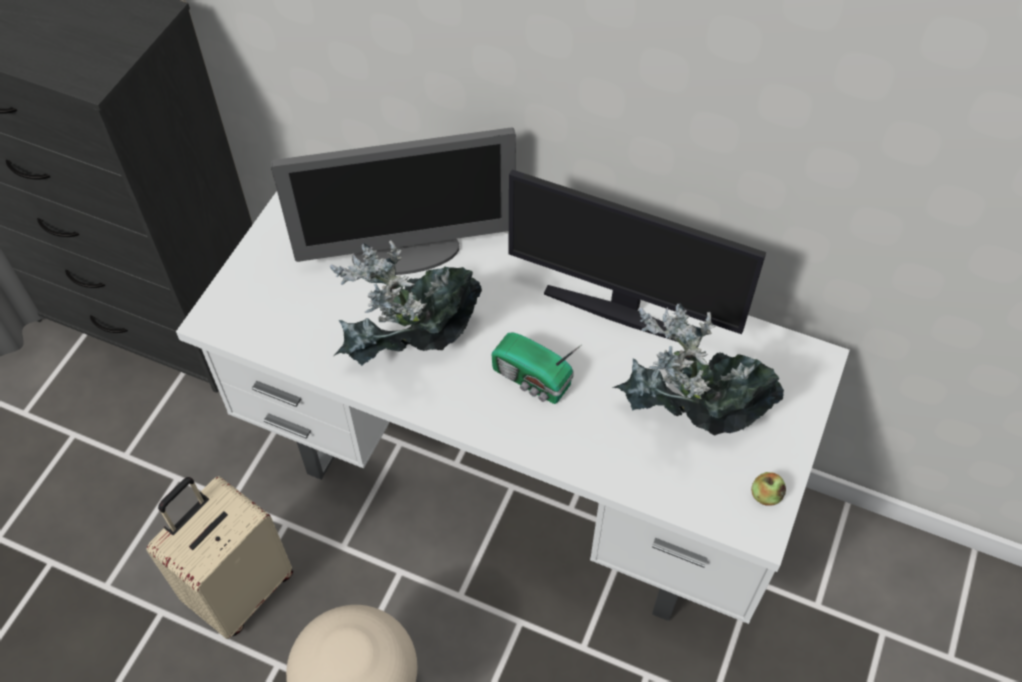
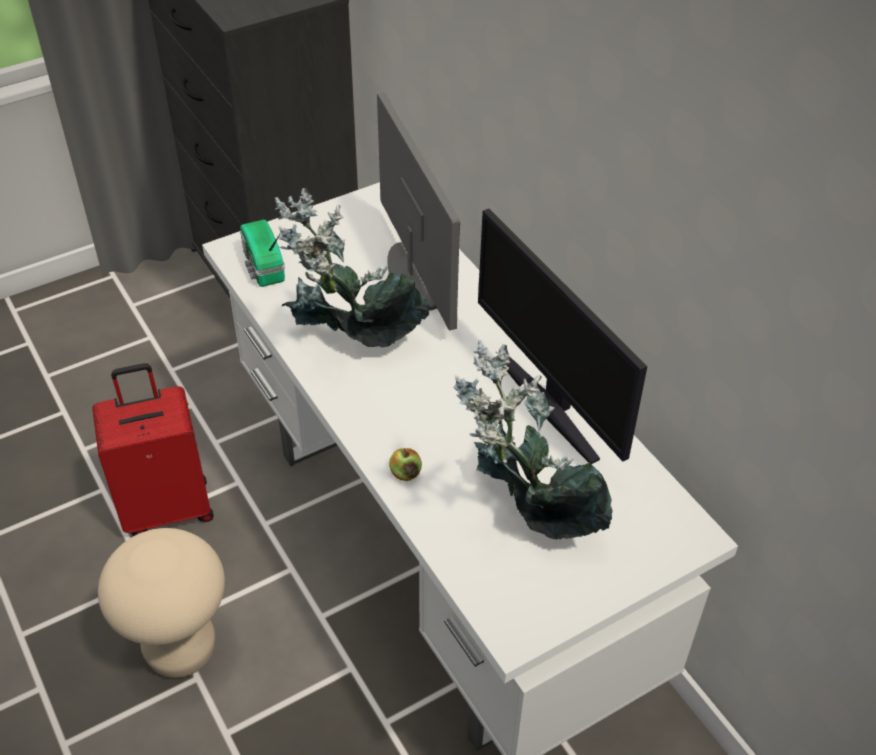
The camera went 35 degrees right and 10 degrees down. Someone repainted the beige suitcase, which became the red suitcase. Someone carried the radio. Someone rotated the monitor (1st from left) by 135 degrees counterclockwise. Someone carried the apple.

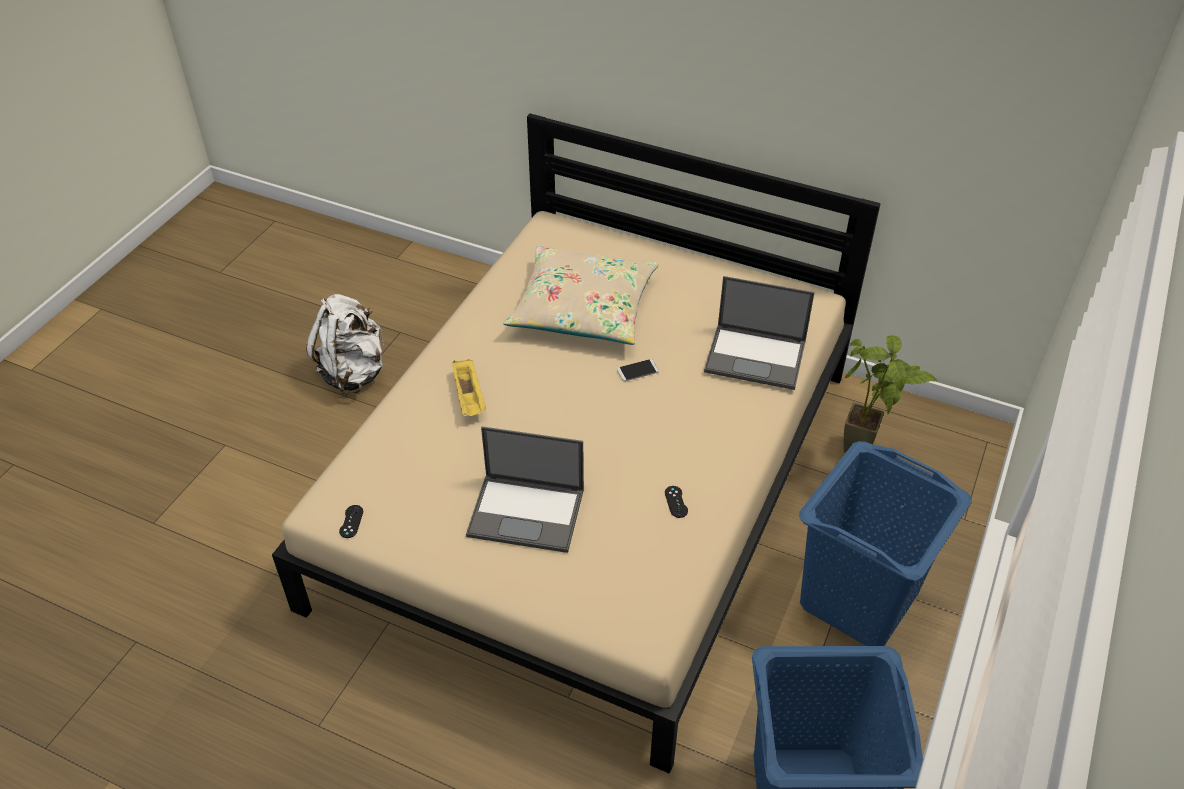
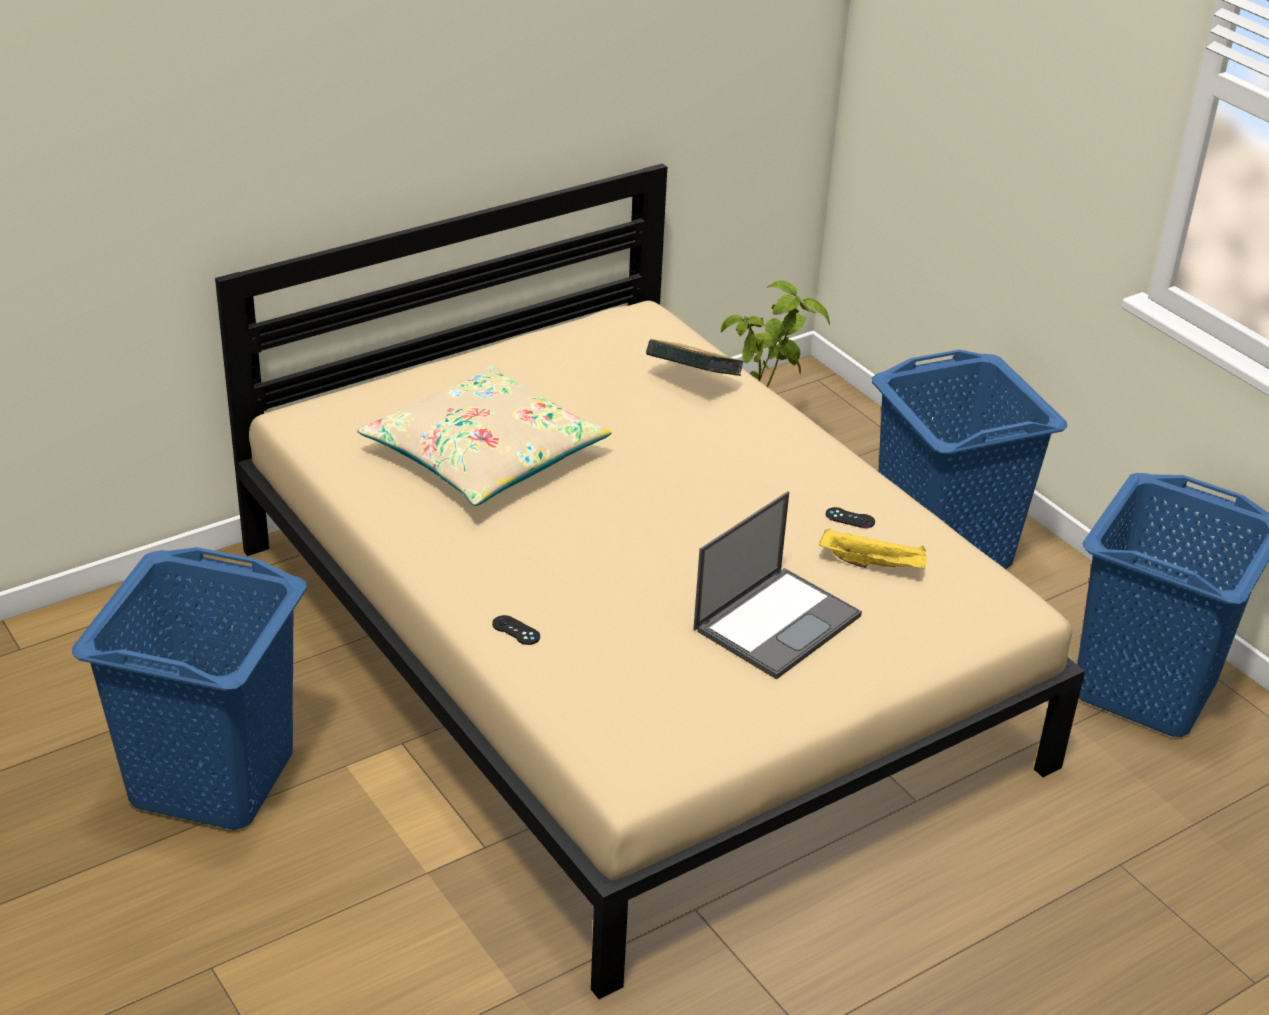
The camera went 60 degrees left and 10 degrees down. Someone swapped the white backpack for the blue laundry basket (1st from left). Someone carried the black game controller (1st from left). Someone swapped the laptop (2nd from left) for the book. Someone carried the yellow tray. Someone took away the phone.

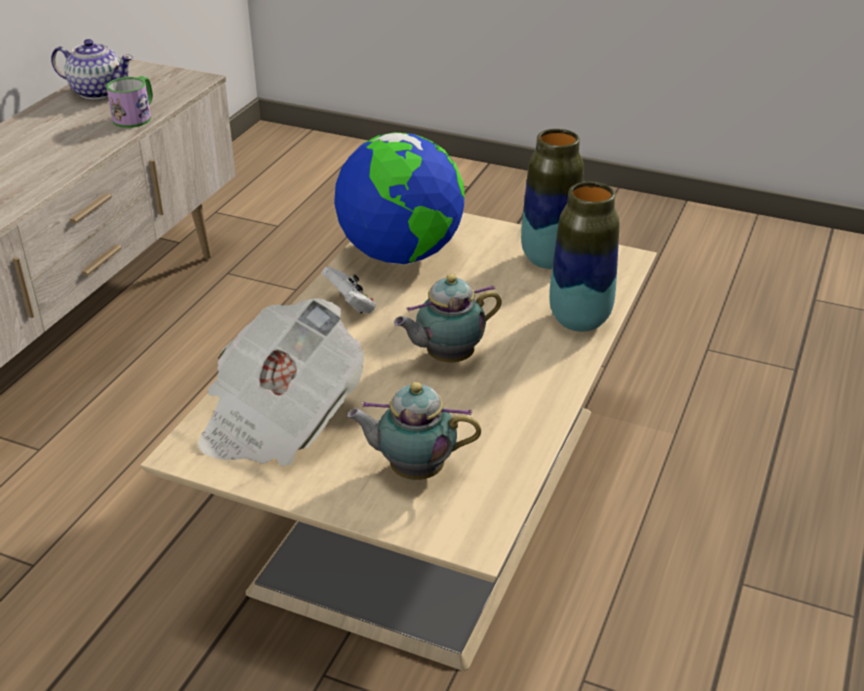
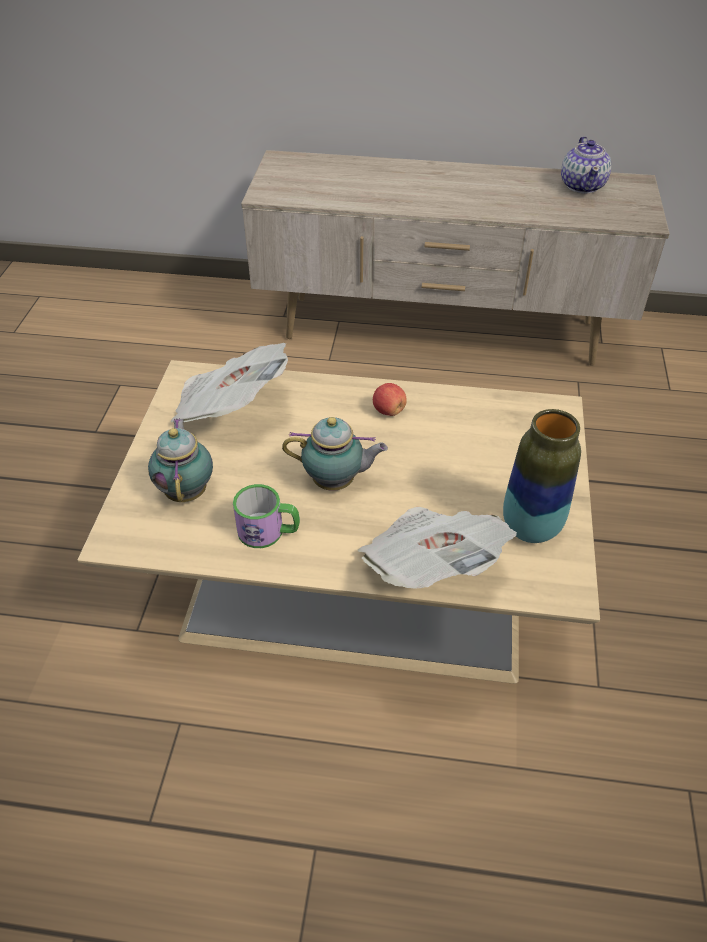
The camera went 75 degrees right and 10 degrees up. Someone carried the mug. Someone rotated the teapot (3rd from left in the first image) by 135 degrees clockwise. Someone swapped the vase (2nd from left) for the newspaper (2nd from left). Someone swapped the white game controller for the apple. Someone took away the globe.

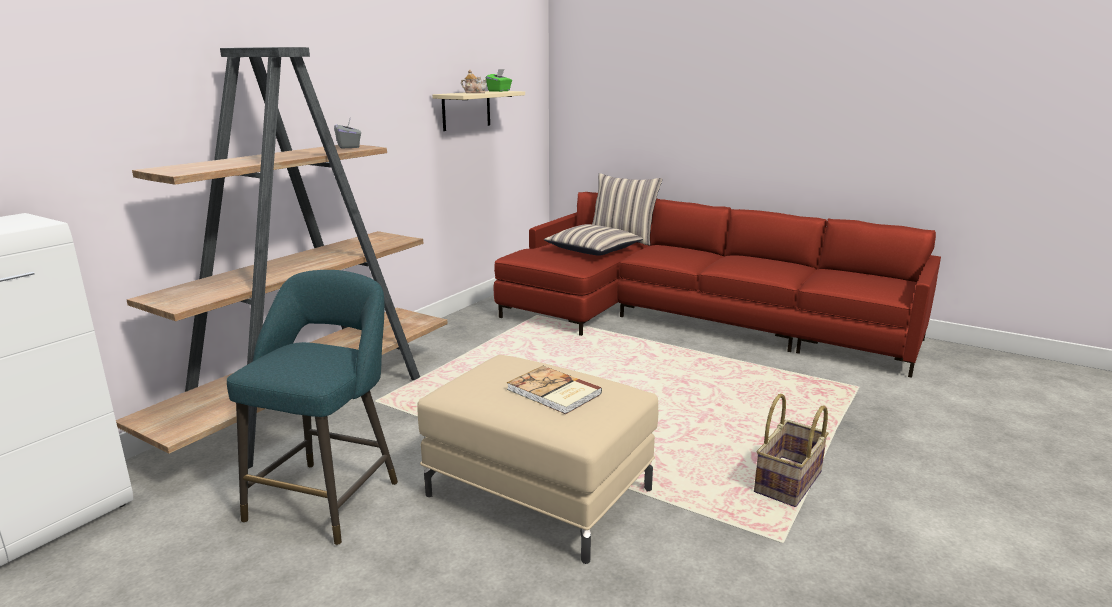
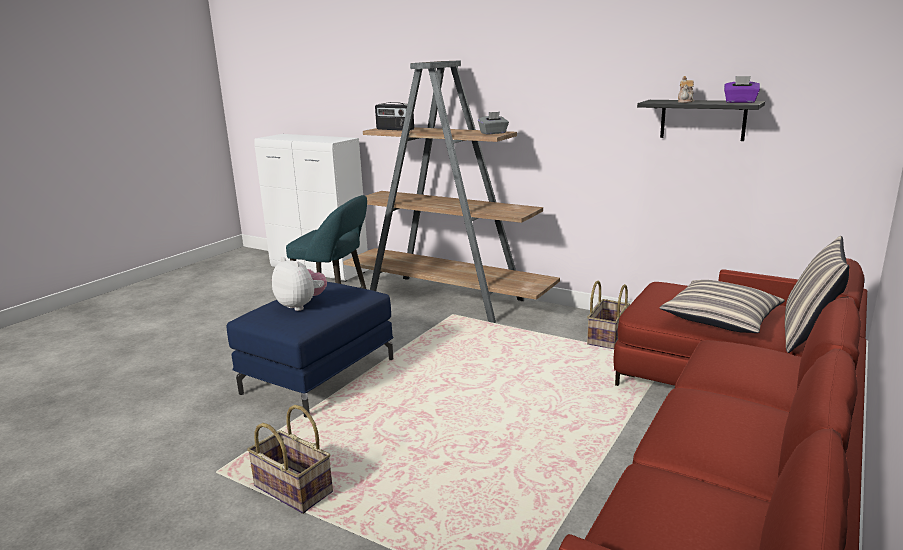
The camera went 90 degrees right and 0 degrees up. Someone repainted the beige ottoman, which became the blue ottoman. Someone swapped the book for the plush toy. Someone put down the radio. Someone put down the basket (2nd from left). Someone repainted the beige shelf, which became the black shelf. Someone repainted the green tissue box, which became the purple tissue box.

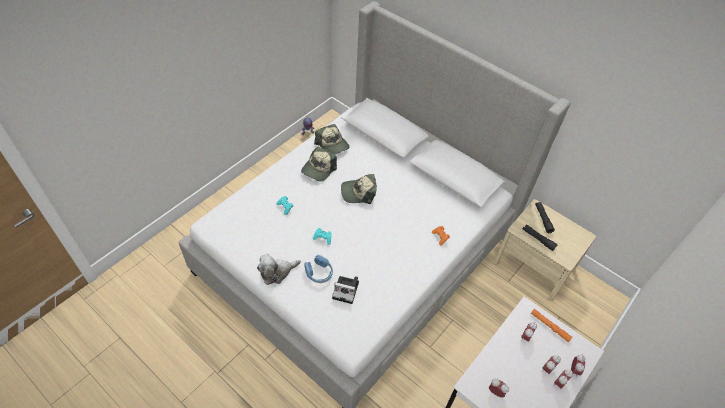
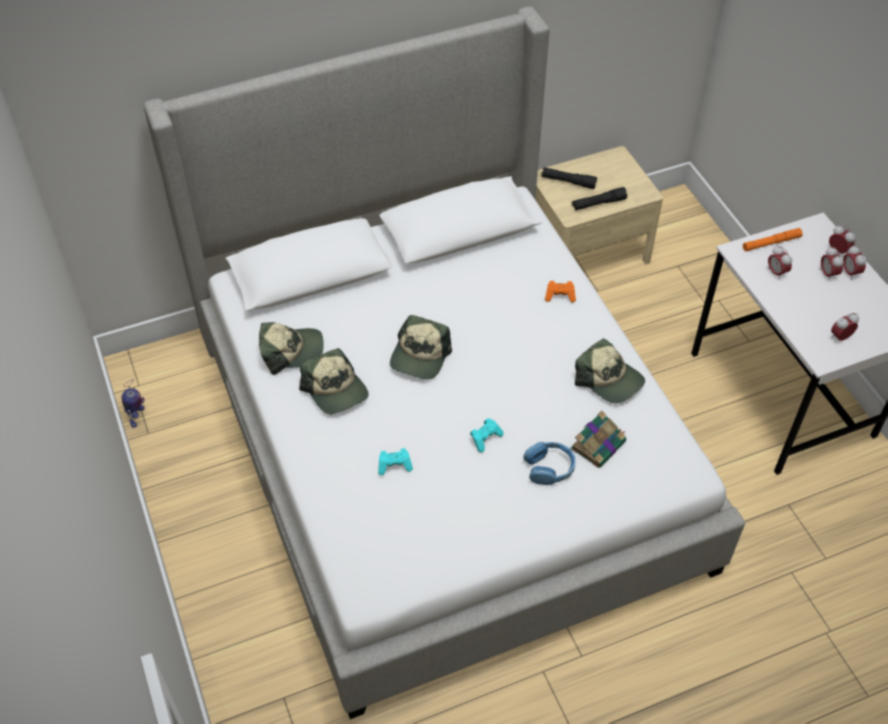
The camera went 60 degrees left and 0 degrees up. Someone swapped the photo camera for the book. Someone put down the cap (4th from left). Someone took away the plush toy.

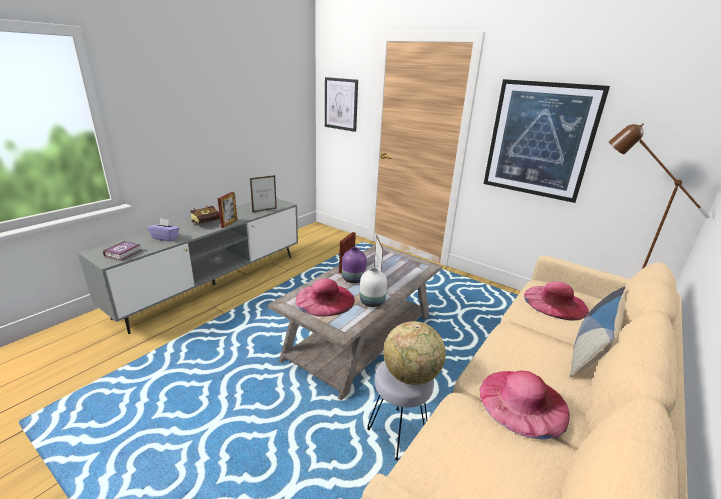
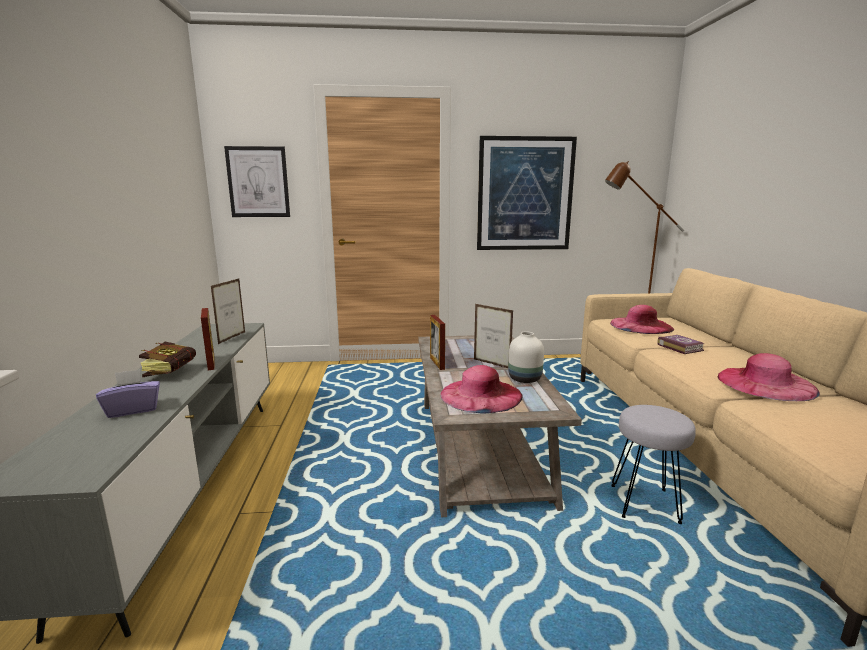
The camera went 40 degrees left and 10 degrees down. Someone carried the book (1st from left in the first image). Someone took away the purple vase. Someone took away the globe. Someone took away the pillow.

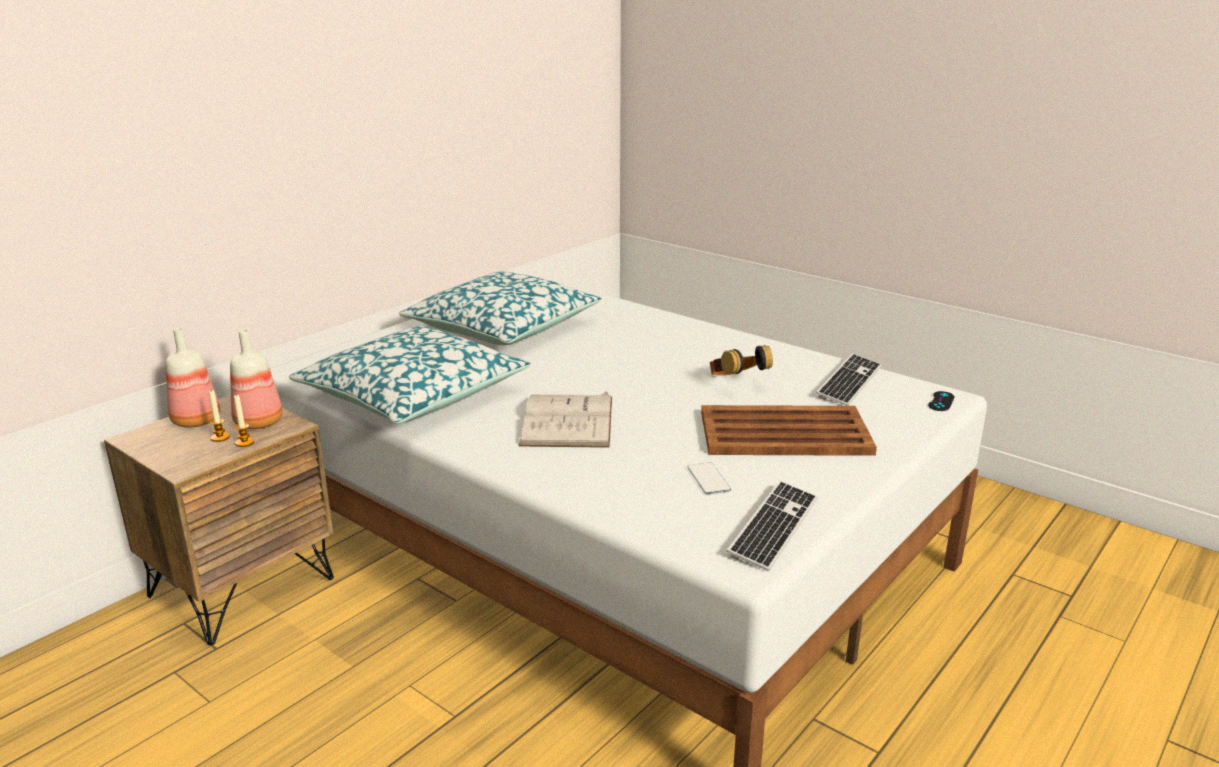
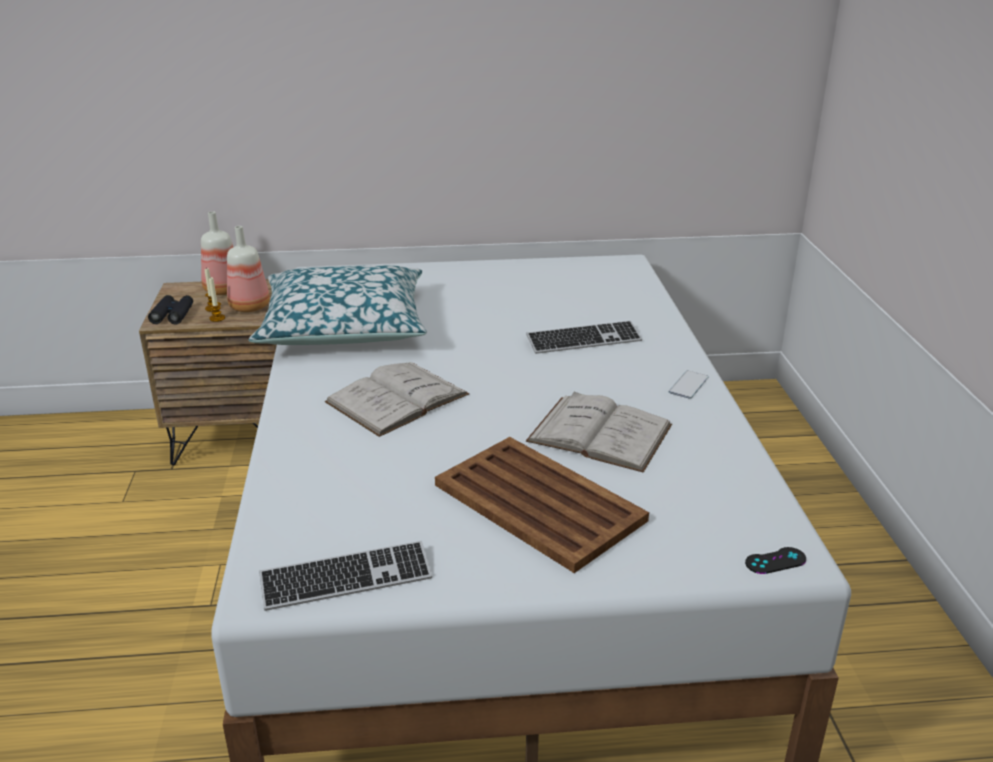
The camera went 45 degrees right and 5 degrees up. Someone put down the black binoculars. Someone carried the keyboard (2nd from left). Someone swapped the headphones for the white book (2nd from left). Someone carried the phone. Someone took away the pillow (2nd from left).

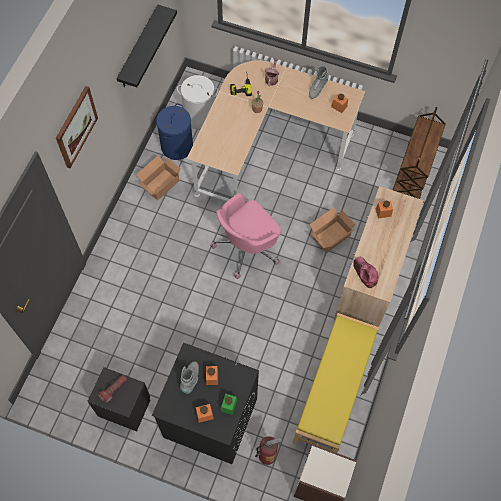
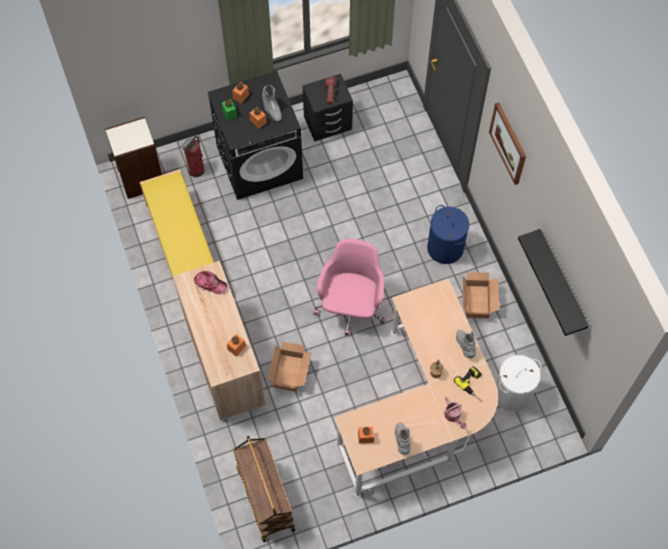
The camera went 140 degrees right and 0 degrees up. Someone carried the blue laundry basket. Someone put down the grey boot (3rd from left).

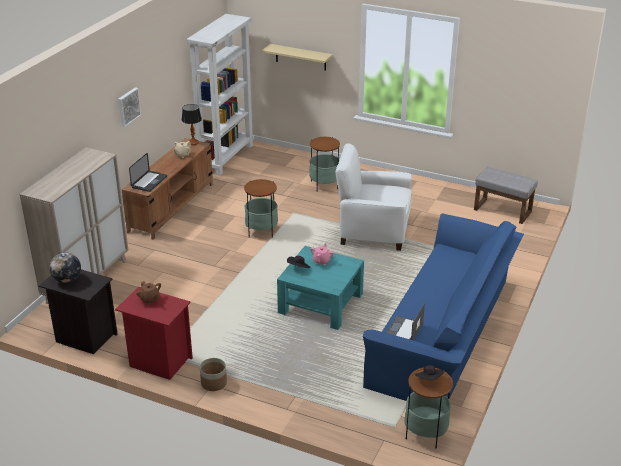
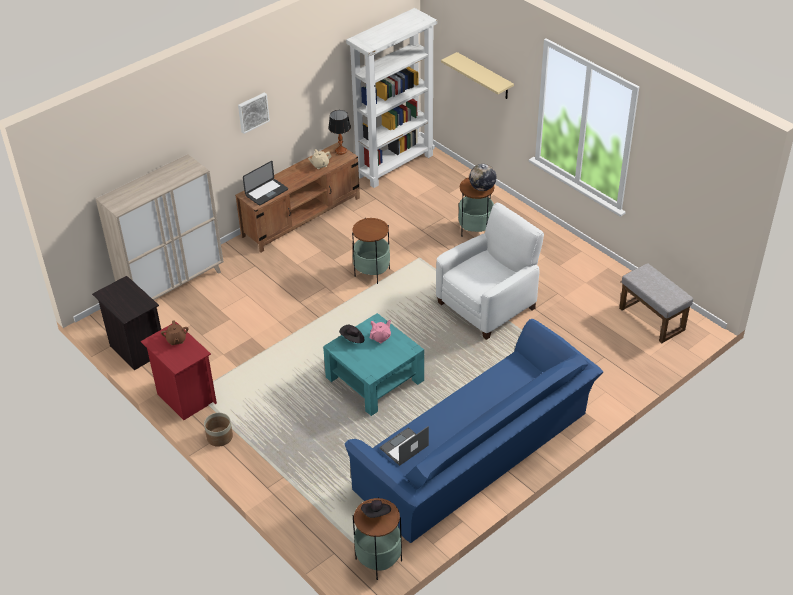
The camera went 25 degrees right and 10 degrees up. Someone rotated the white armchair by 105 degrees clockwise. Someone carried the globe.

